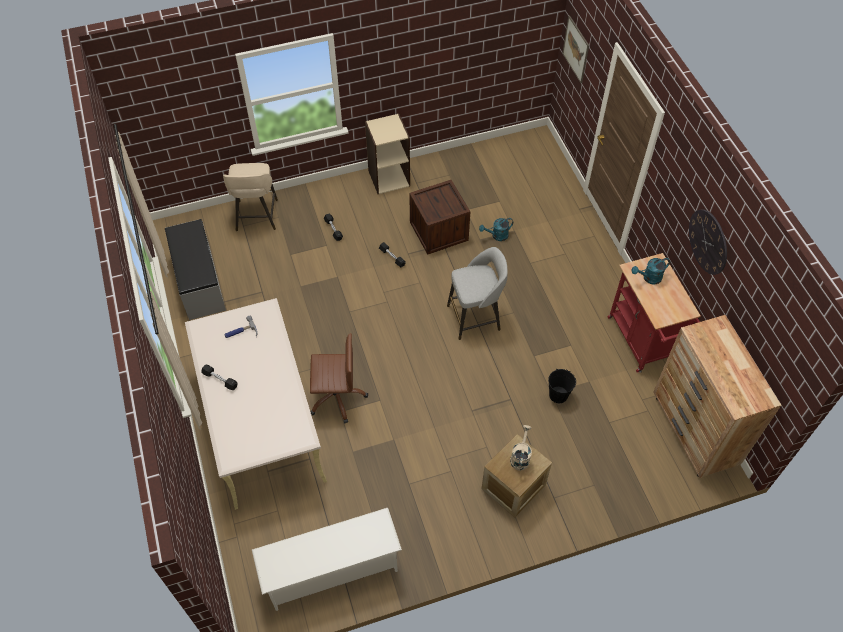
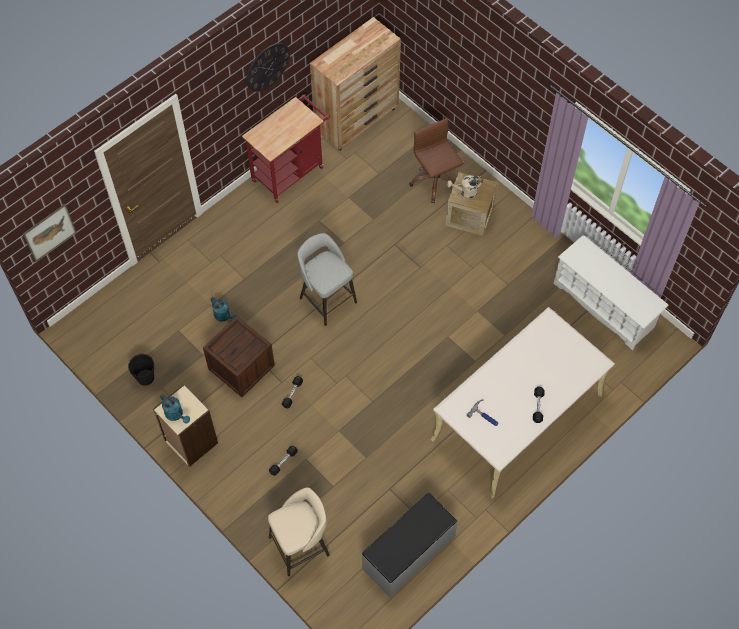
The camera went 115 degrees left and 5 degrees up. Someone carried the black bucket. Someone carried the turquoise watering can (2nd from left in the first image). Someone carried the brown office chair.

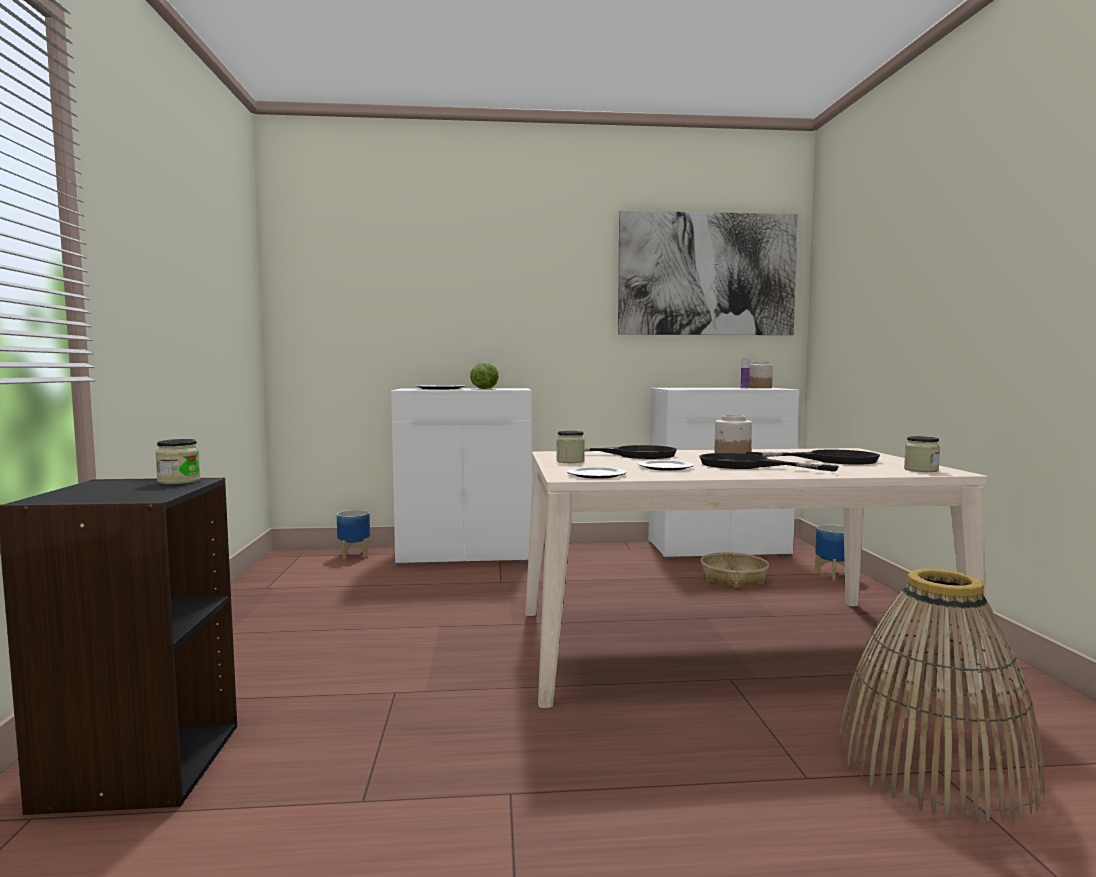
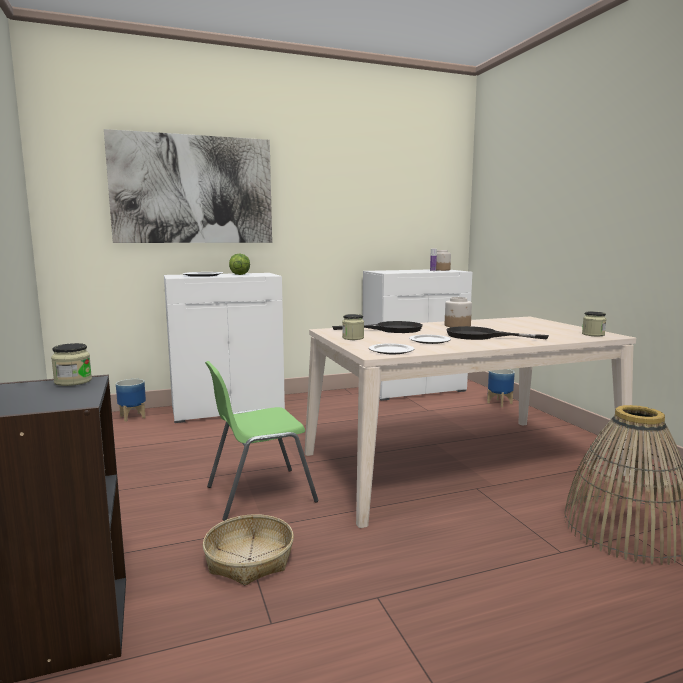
The camera went 15 degrees left and 5 degrees up. Someone carried the picture. Someone carried the basket (1st from left). Someone put down the green chair. Someone took away the black frying pan (3rd from left).

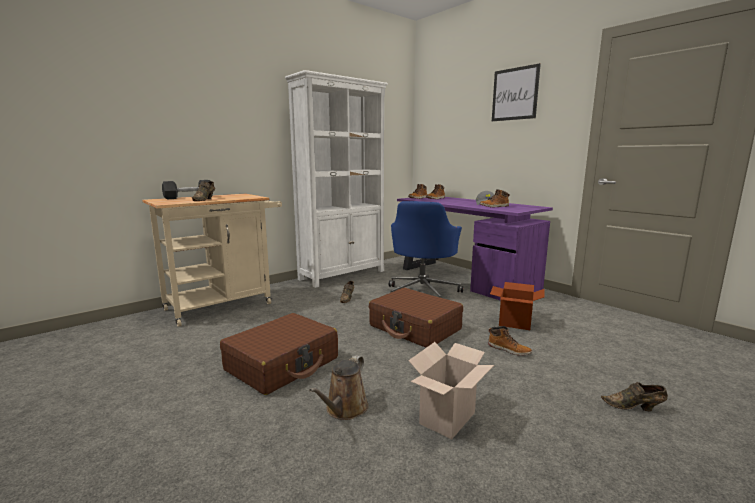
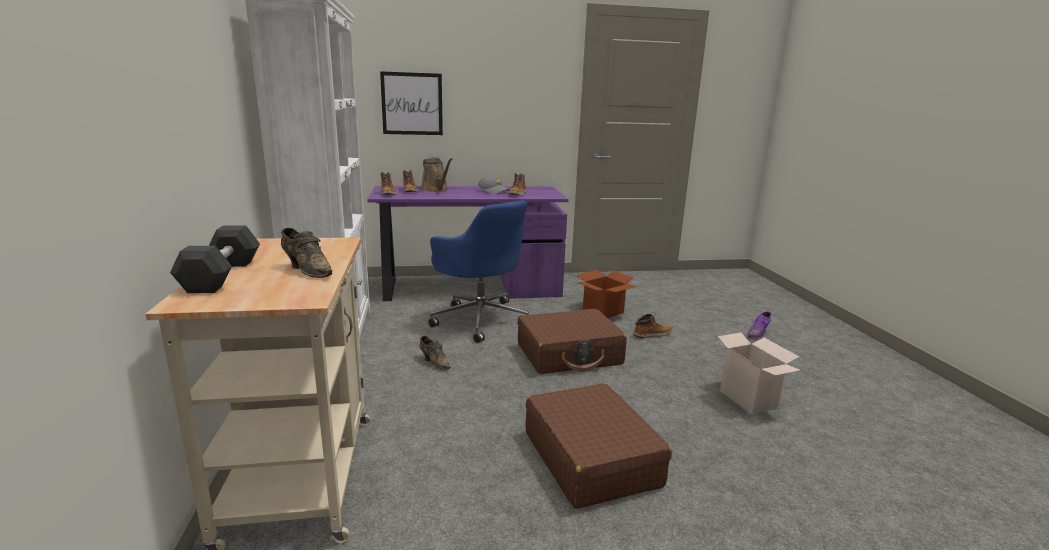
The camera went 60 degrees left and 5 degrees up. Someone carried the picture. Someone carried the brown watering can. Someone repainted the brown shoe (3rd from left), which became the purple shoe.

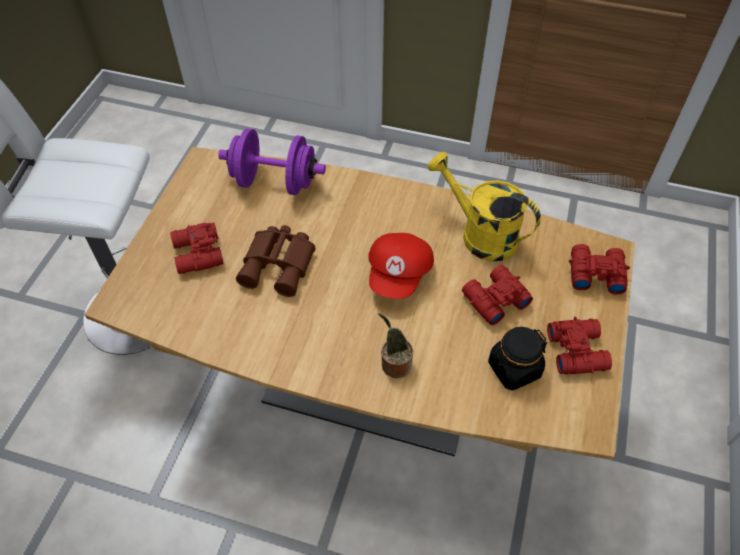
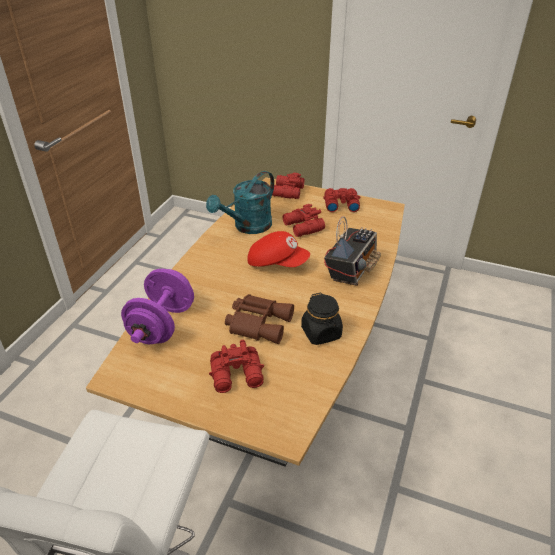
The camera went 85 degrees left and 15 degrees down. Someone repainted the yellow watering can, which became the turquoise watering can. Someone carried the black jar. Someone swapped the potted plant for the radio.

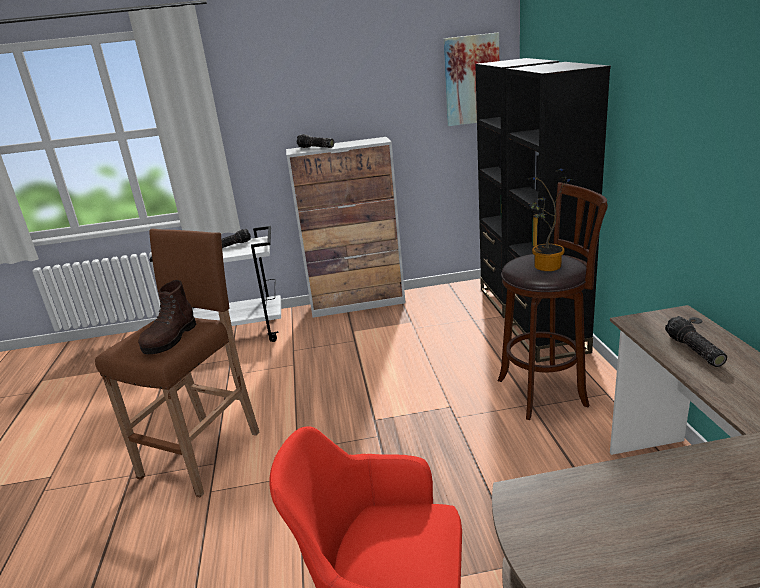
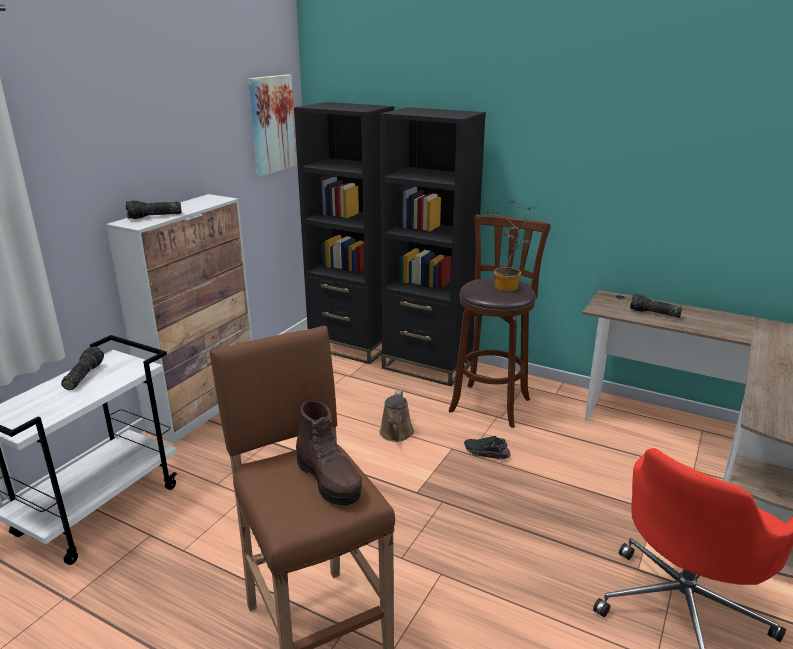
The camera went 55 degrees left and 0 degrees up. Someone put down the brown watering can. Someone put down the black shoe.

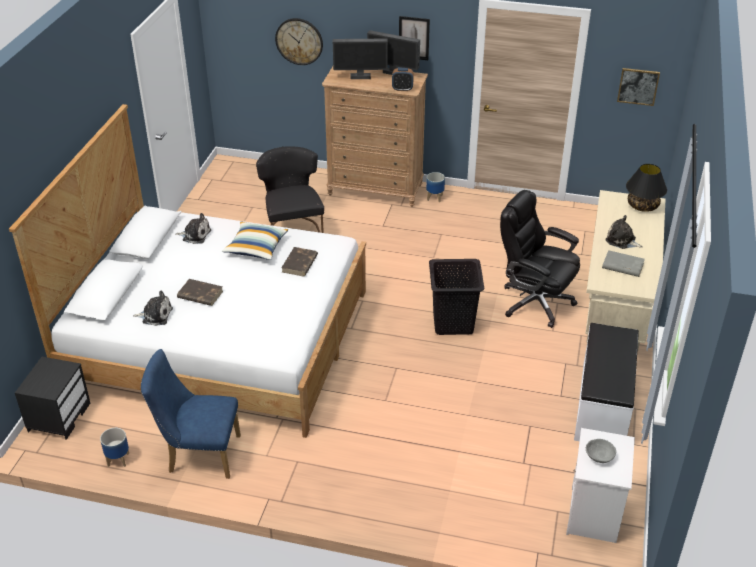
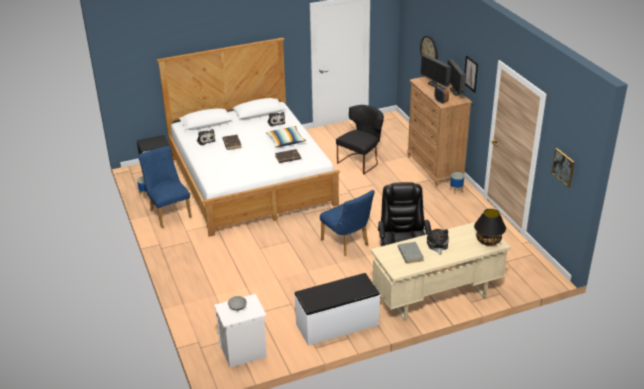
The camera went 55 degrees right and 5 degrees down. Someone swapped the black laundry basket for the blue chair (2nd from left).

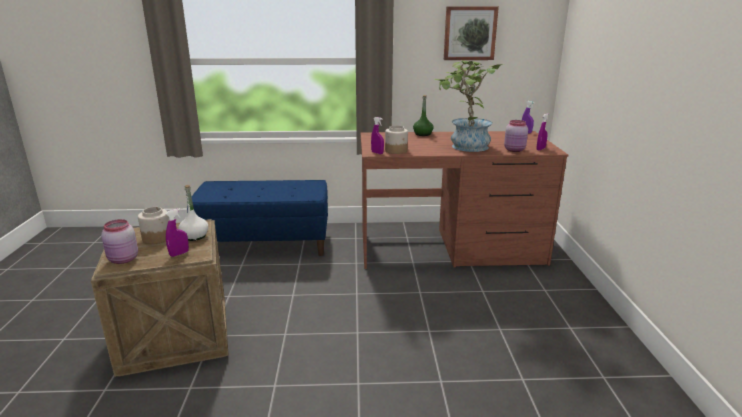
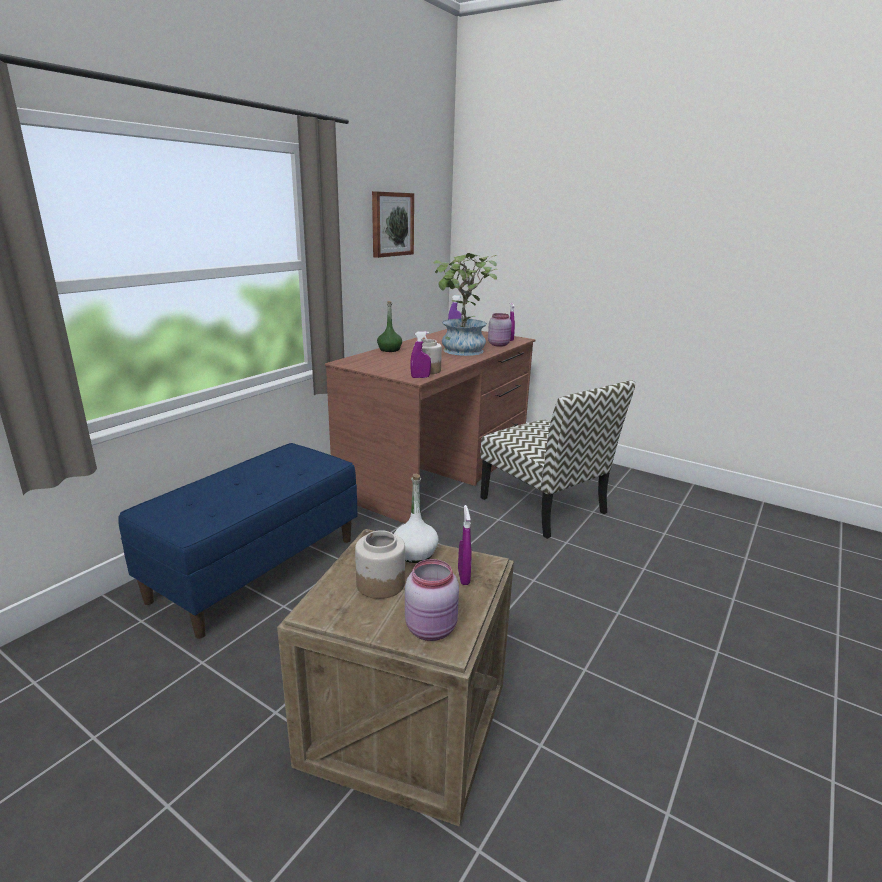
The camera went 55 degrees left and 0 degrees up. Someone put down the chair.

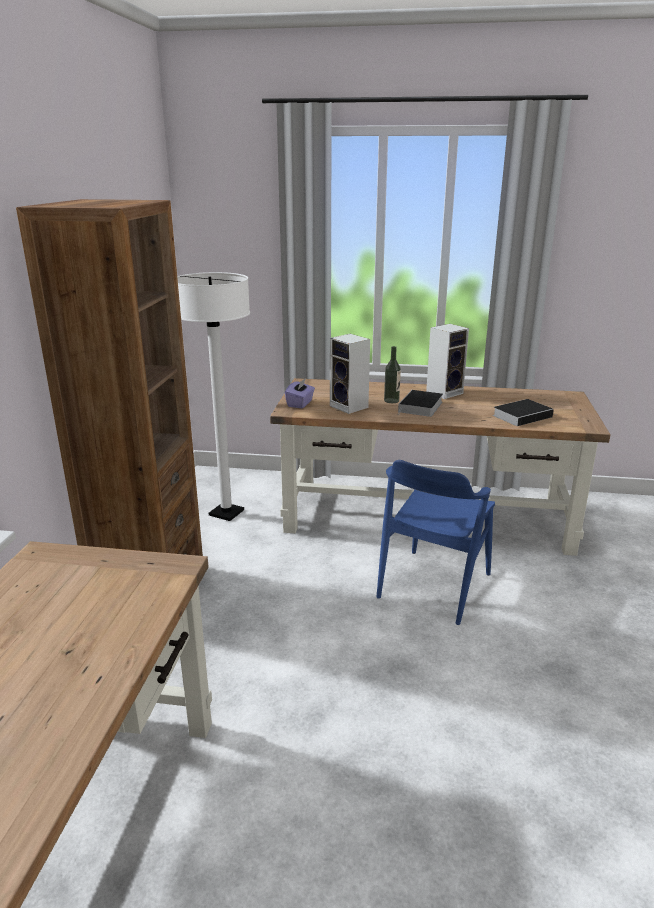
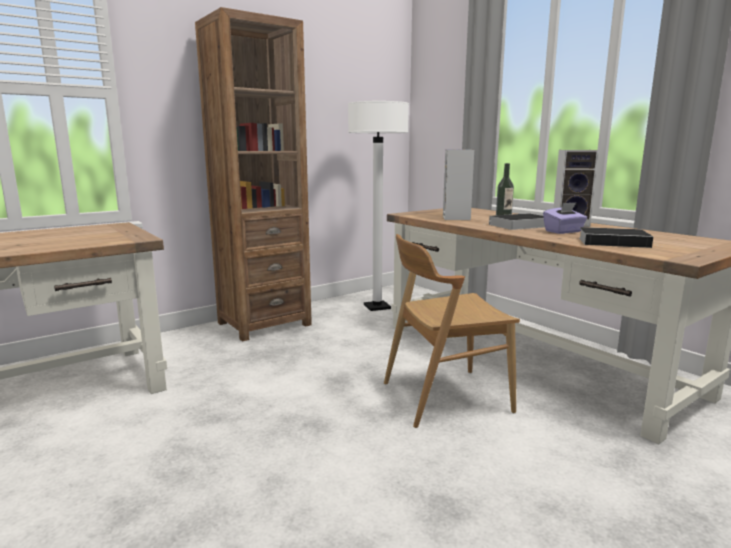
The camera went 45 degrees right and 10 degrees down. Someone repainted the blue chair, which became the brown chair. Someone carried the purple tissue box.

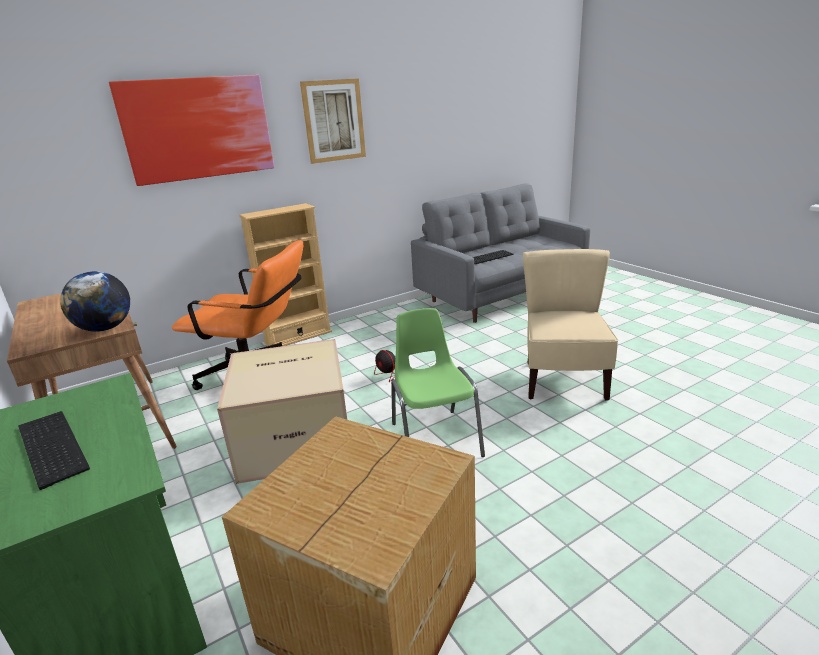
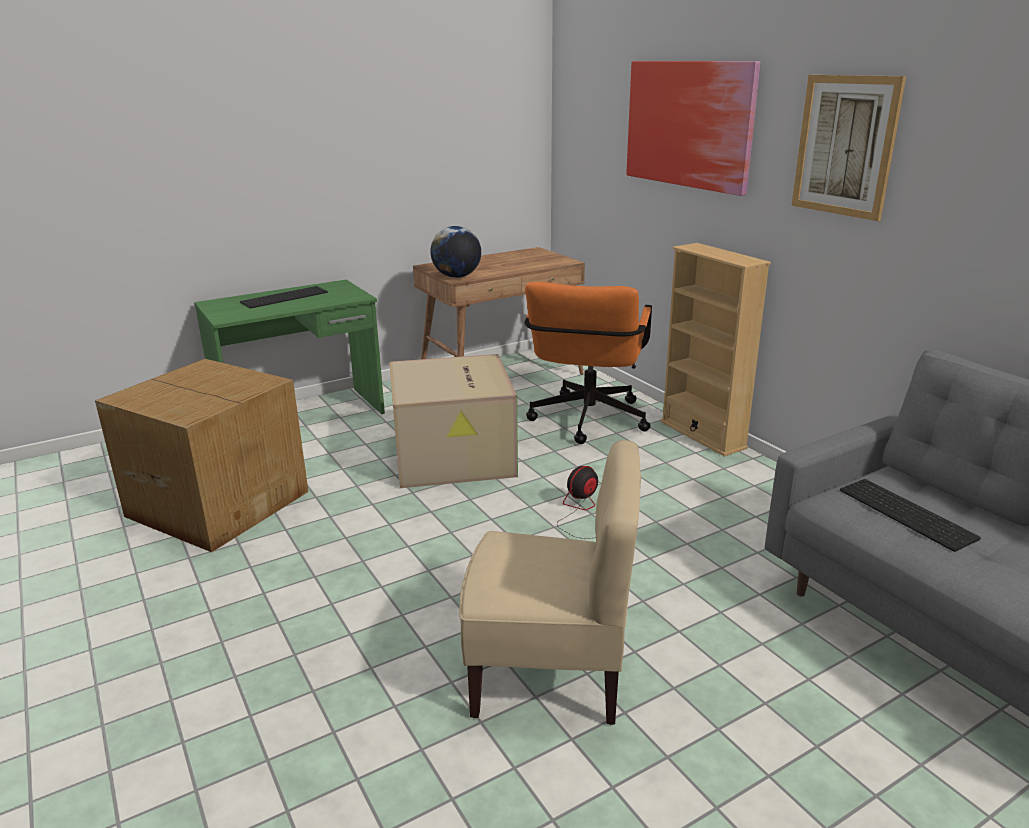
The camera went 90 degrees right and 0 degrees up. Someone took away the green chair.

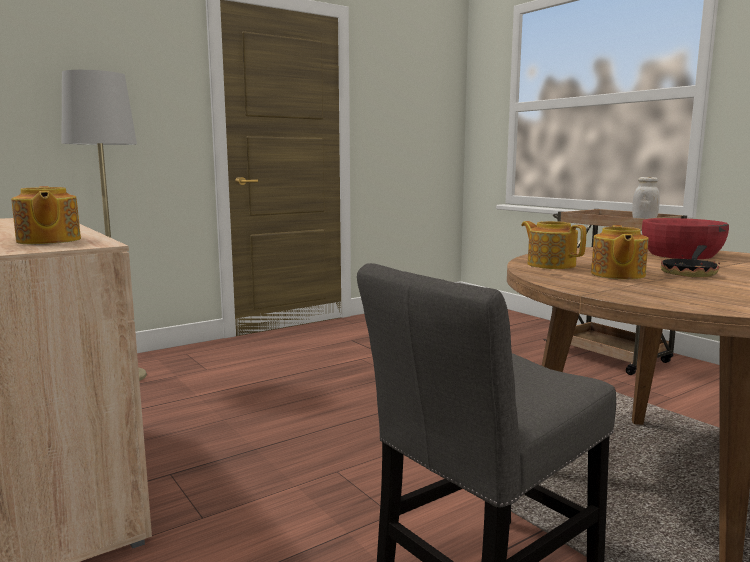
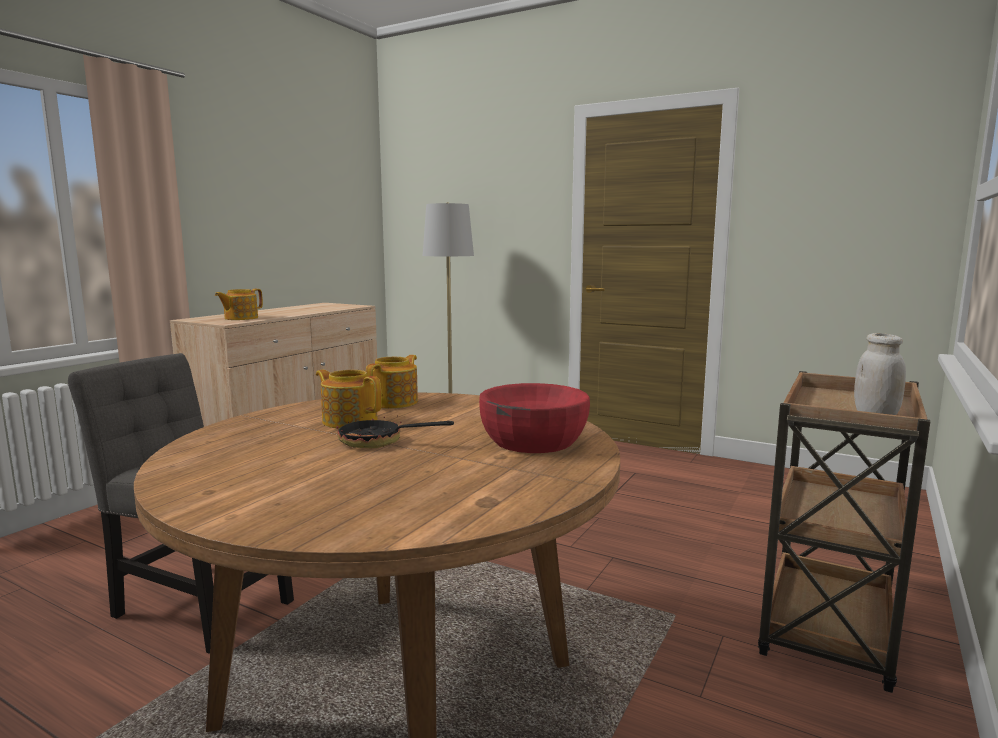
The camera went 65 degrees right and 0 degrees up. Someone rotated the teapot (3rd from left in the first image) by 45 degrees clockwise.

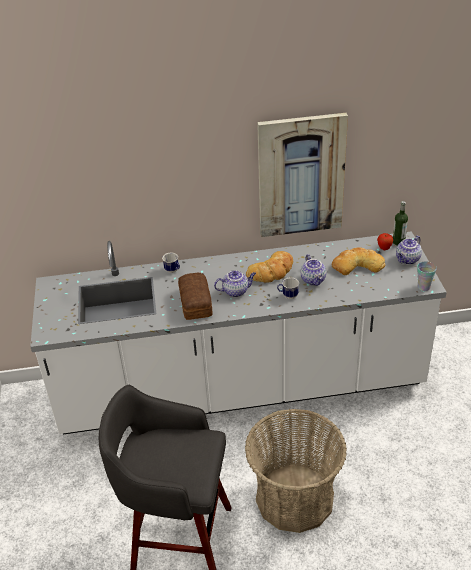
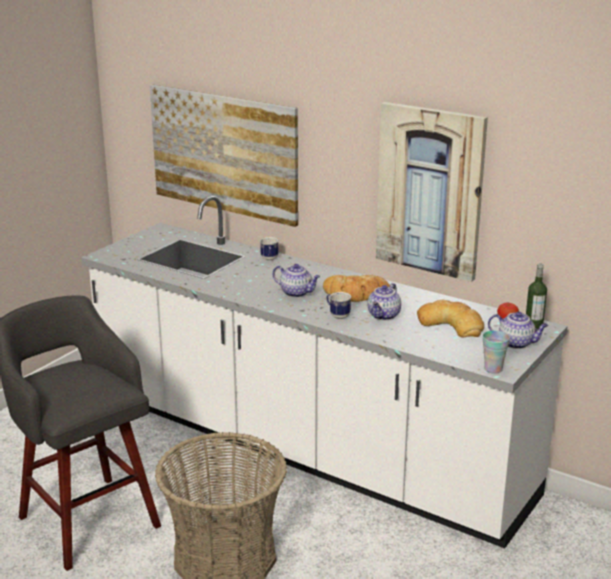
The camera went 40 degrees right and 15 degrees down. Someone put up the picture (1st from left). Someone rotated the teapot (3rd from left) by 150 degrees counterclockwise. Someone took away the bread (1st from left).

